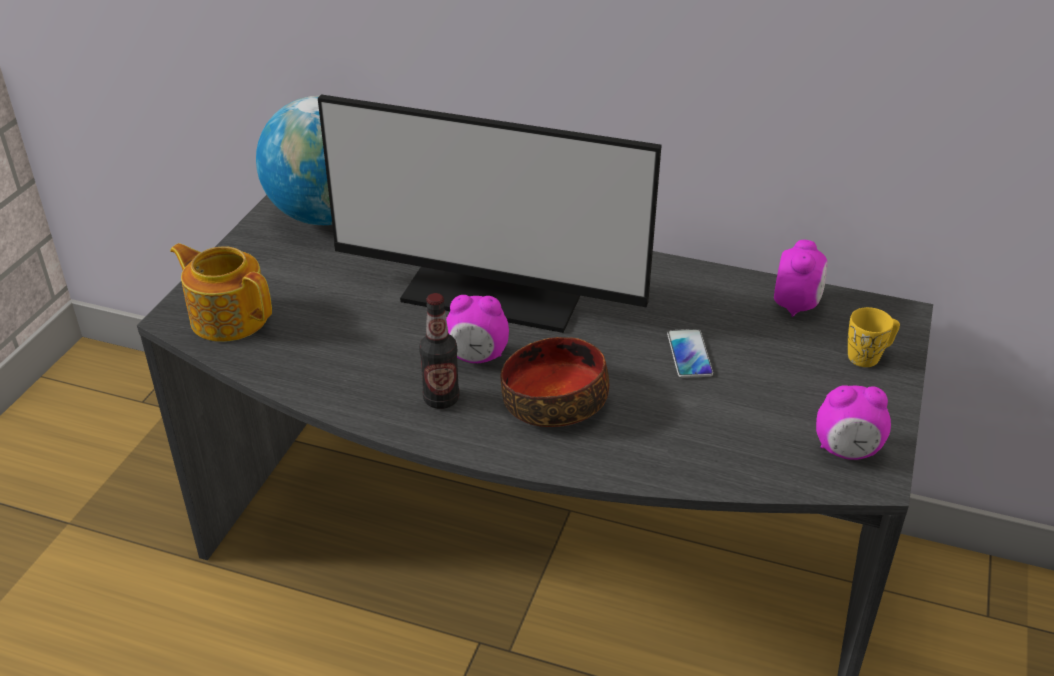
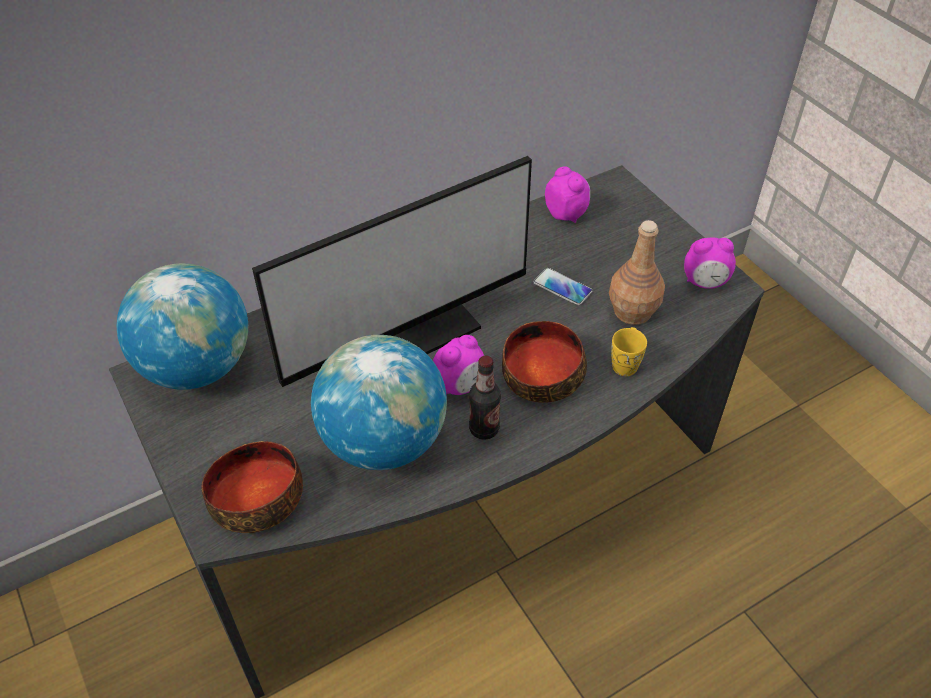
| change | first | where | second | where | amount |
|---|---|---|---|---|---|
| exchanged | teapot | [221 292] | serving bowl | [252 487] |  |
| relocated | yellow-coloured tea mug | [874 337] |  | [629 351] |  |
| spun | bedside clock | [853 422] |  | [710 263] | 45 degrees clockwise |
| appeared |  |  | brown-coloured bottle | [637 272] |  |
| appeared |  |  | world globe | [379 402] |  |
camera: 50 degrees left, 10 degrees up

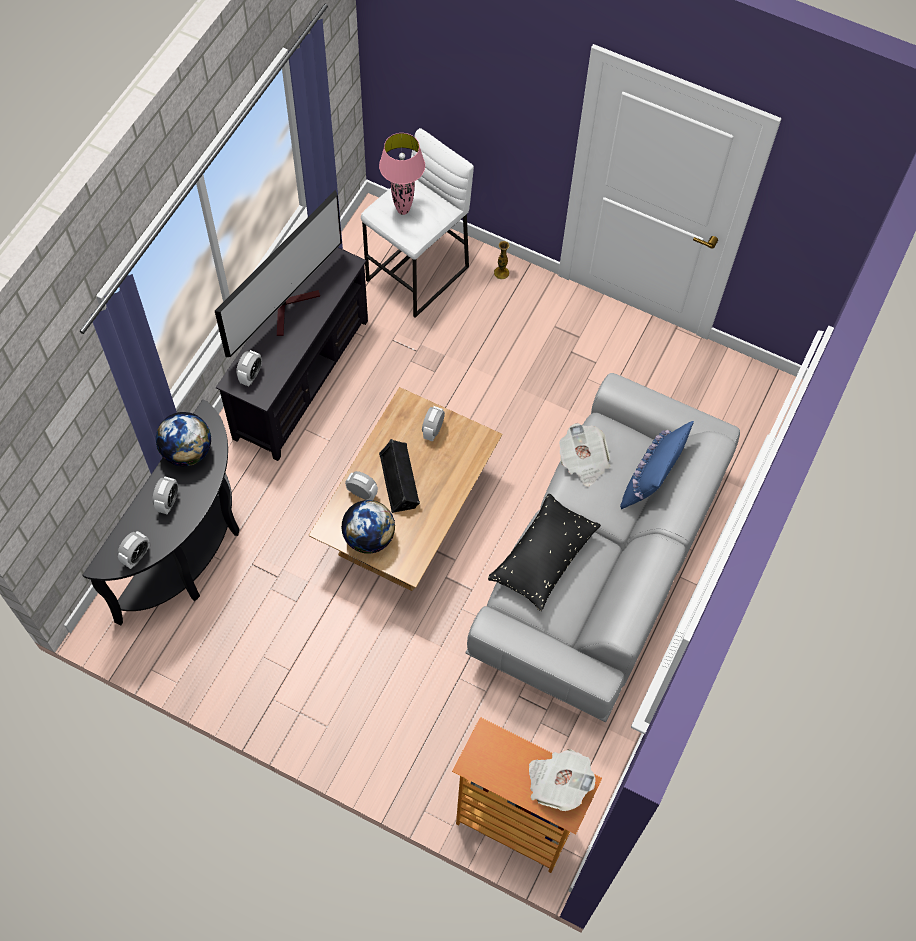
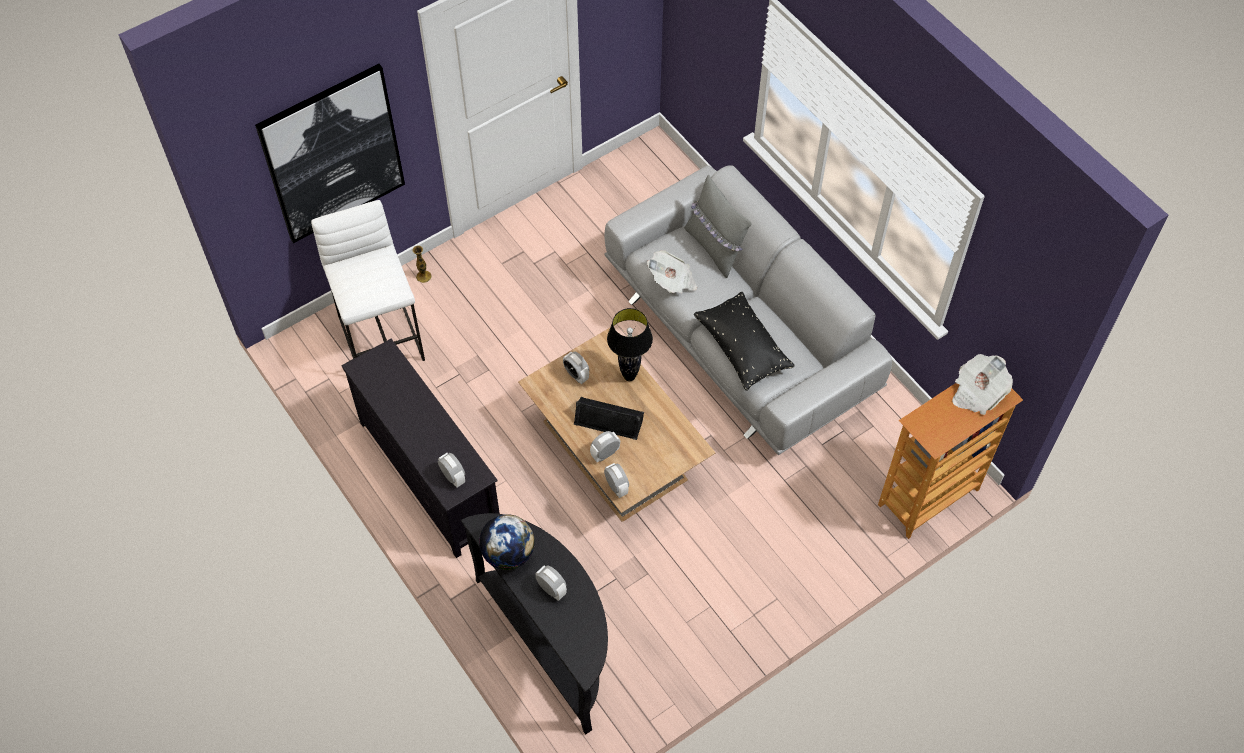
| change | first | where | second | where | amount |
|---|---|---|---|---|---|
| missing | pink lamp for a table | [402 174] |  |  |  |
| missing | television | [278 273] |  |  |  |
| colour | blue pillow | [657 465] | greyish pillow | [718 226] |  |
| missing | world globe | [368 527] |  |  |  |
| relocated | bedside clock | [133 550] |  | [616 480] |  |
| appeared |  |  | picture | [330 153] |  |
| appeared |  |  | black-coloured lamp for a table | [630 344] |  |
camera: 60 degrees left, 5 degrees down

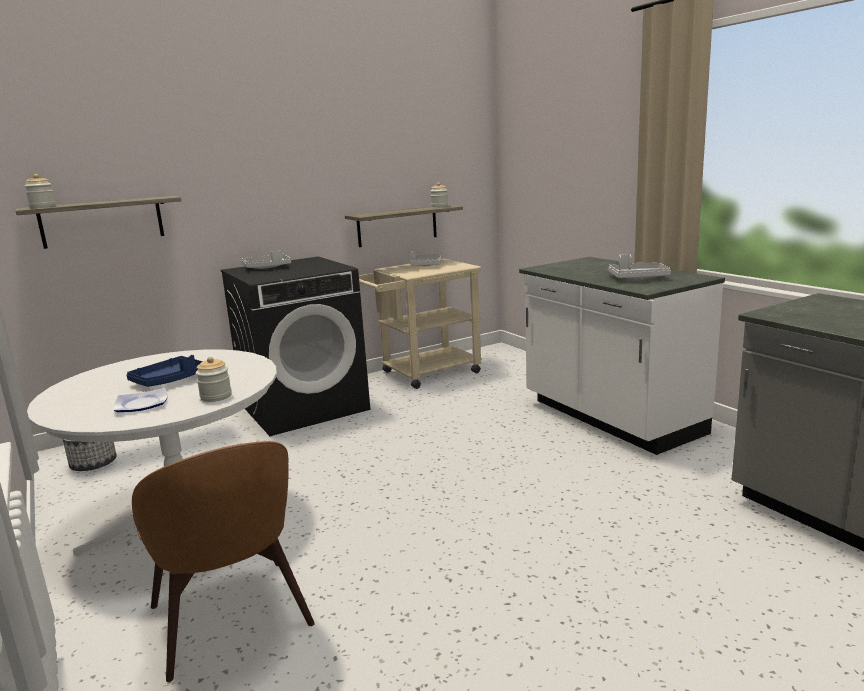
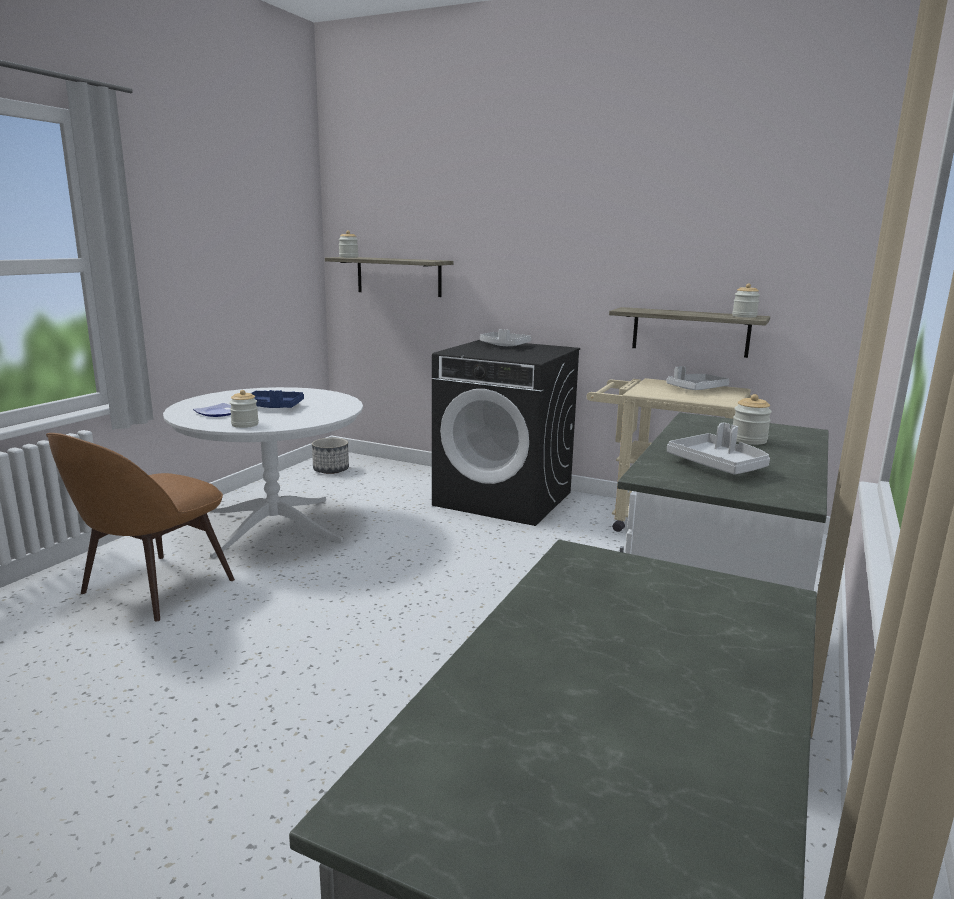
| change | first | where | second | where | amount |
|---|---|---|---|---|---|
| appeared |  |  | storage jar | [752 419] |  |
camera: 55 degrees right, 0 degrees up

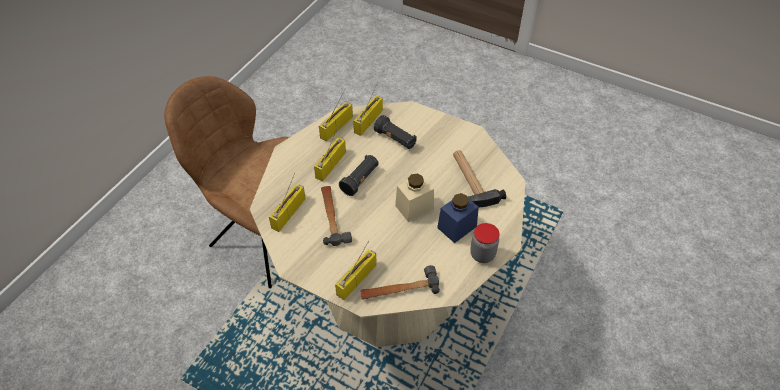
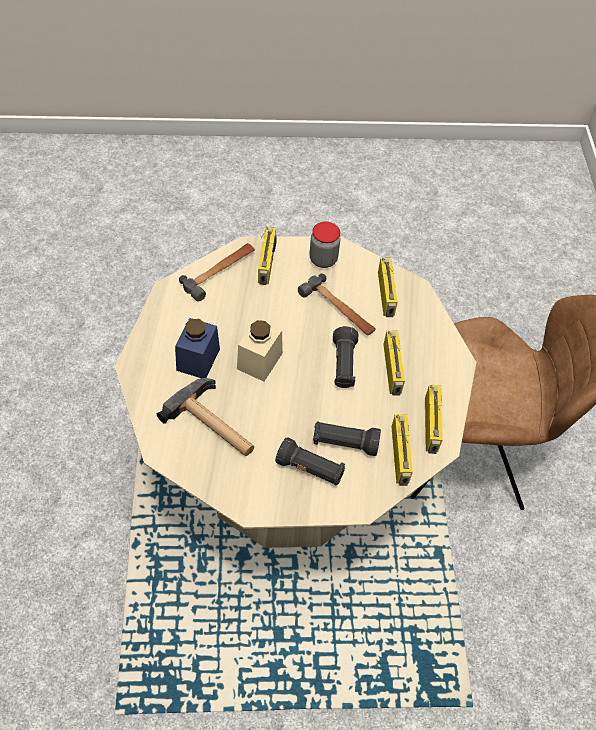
| change | first | where | second | where | amount |
|---|---|---|---|---|---|
| relocated | storage jar | [485 243] |  | [325 245] |  |
| appeared |  |  | black-coloured flashlight | [310 461] |  |
camera: 145 degrees right, 5 degrees up

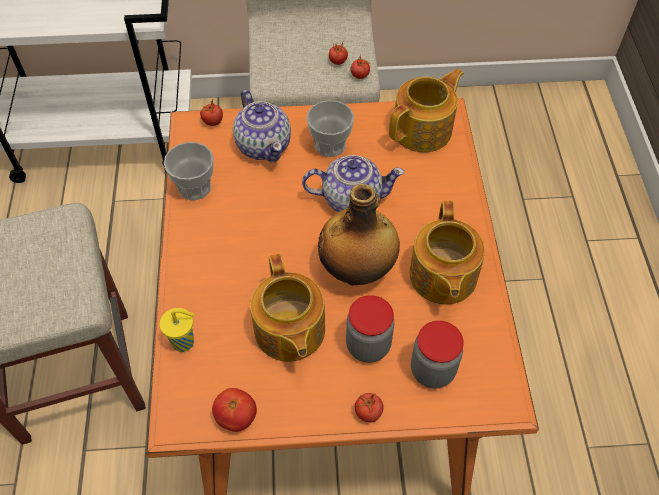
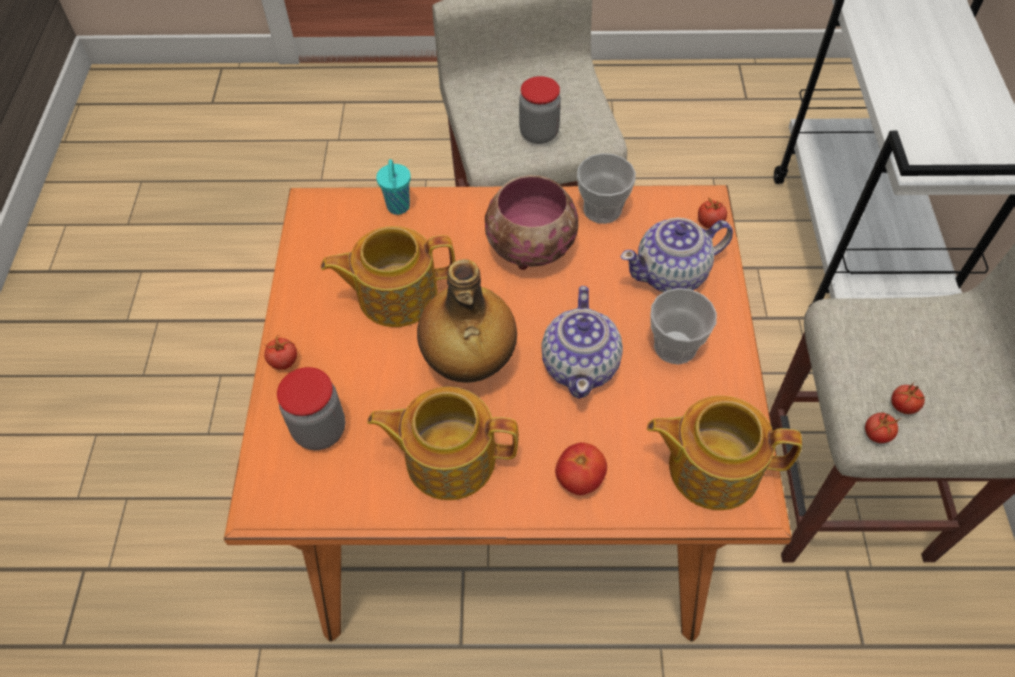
| change | first | where | second | where | amount |
|---|---|---|---|---|---|
| spun | teapot | [426 110] |  | [724 453] | 135 degrees clockwise |
| relocated | storage jar | [370 329] |  | [540 110] |  |
| colour | yellow-coloured drinking cup | [177 330] | turquoise-coloured drinking cup | [393 187] |  |
| relocated | tomato | [234 410] |  | [581 468] |  |
| appeared |  |  | serving bowl | [531 222] |  |
camera: 95 degrees right, 0 degrees up

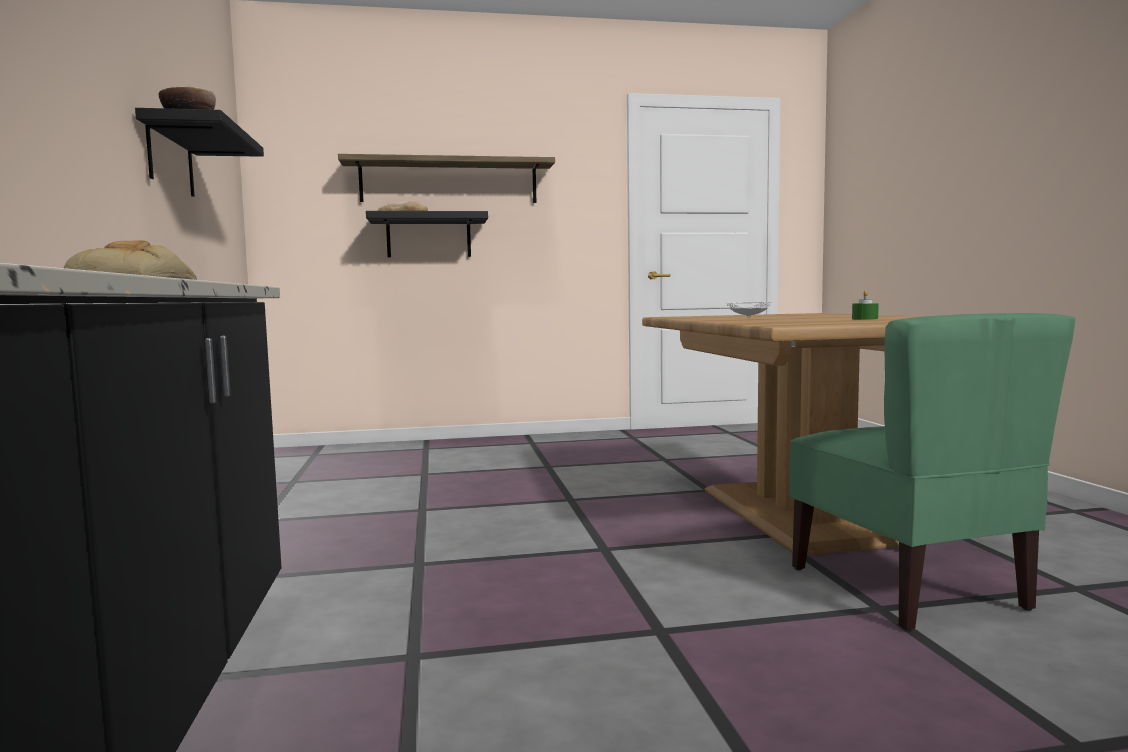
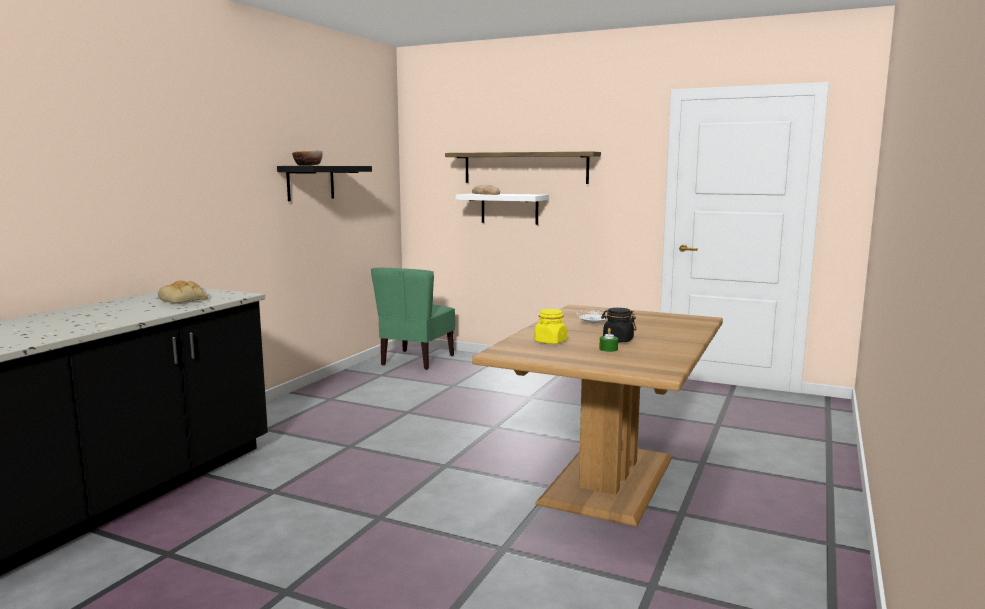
| change | first | where | second | where | amount |
|---|---|---|---|---|---|
| colour | black-coloured wall shelf | [427 234] | whitish wall shelf | [502 209] |  |
| relocated | greenish plain chair | [932 472] |  | [413 319] |  |
| appeared |  |  | black-coloured storage jar | [618 325] |  |
| appeared |  |  | yellow-coloured storage jar | [550 326] |  |
camera: 35 degrees right, 5 degrees up

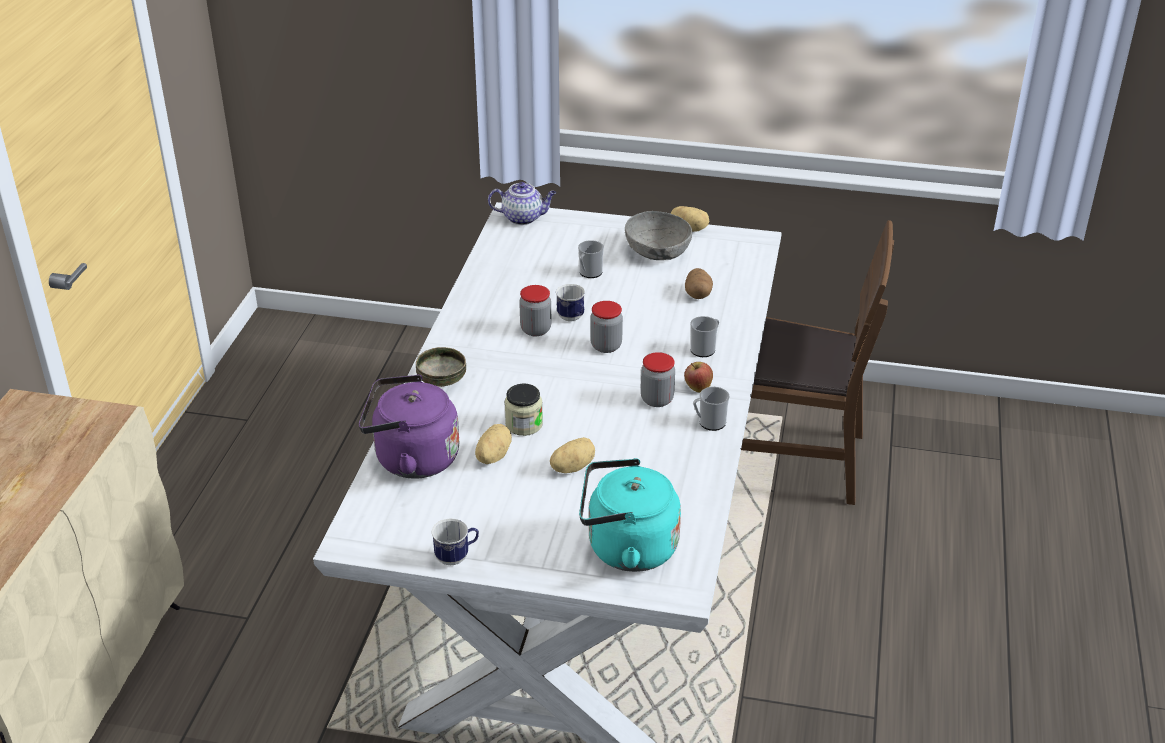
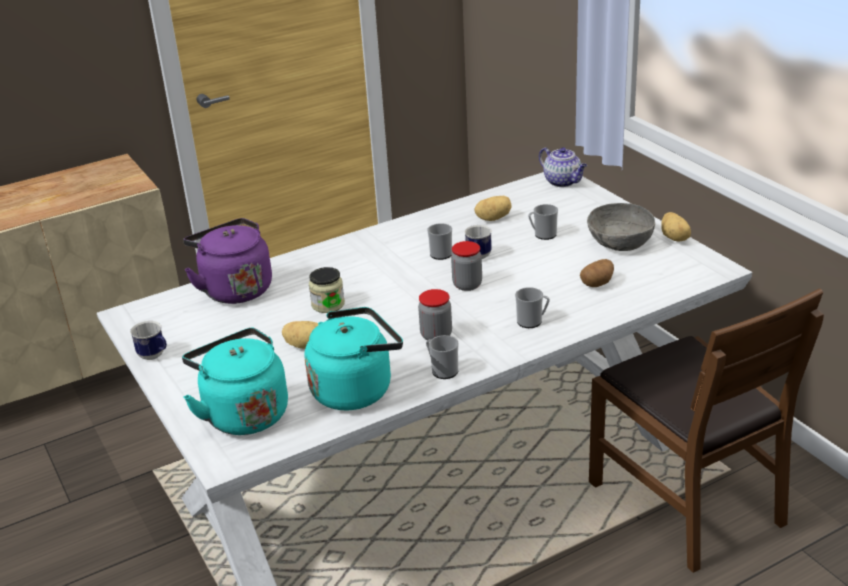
| change | first | where | second | where | amount |
|---|---|---|---|---|---|
| exchanged | storage jar | [535 310] | tea mug | [439 241] |  |
| missing | serving bowl | [441 367] |  |  |  |
| missing | apple fruit | [698 377] |  |  |  |
| relocated | spud | [493 444] |  | [493 208] |  |
| appeared |  |  | turquoise-coloured water kettle | [353 358] |  |
camera: 50 degrees right, 5 degrees down

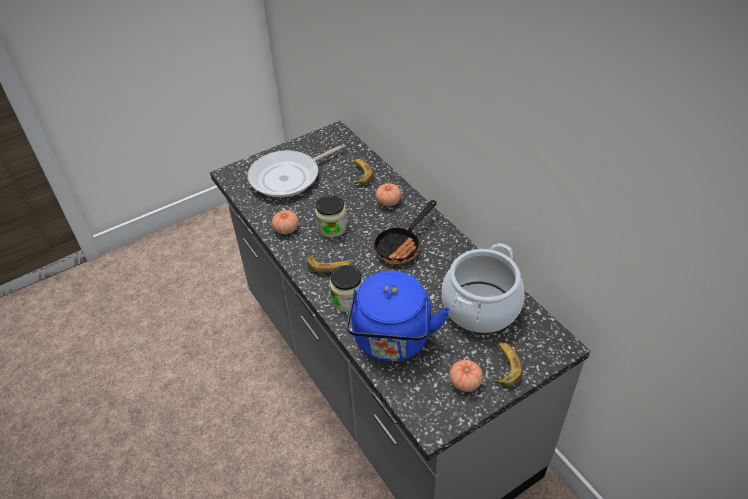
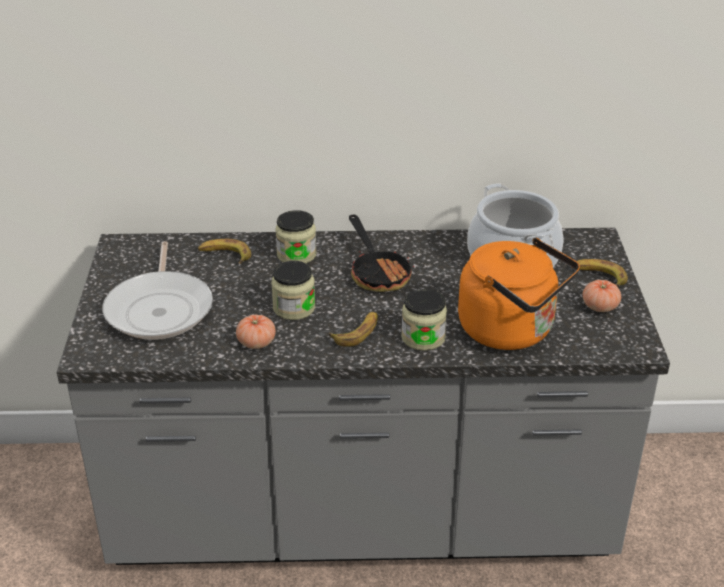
| change | first | where | second | where | amount |
|---|---|---|---|---|---|
| exchanged | tomato | [388 194] | storage jar | [296 236] |  |
| colour | blue water kettle | [398 316] | orangey water kettle | [519 294] |  |
camera: 60 degrees left, 10 degrees down

